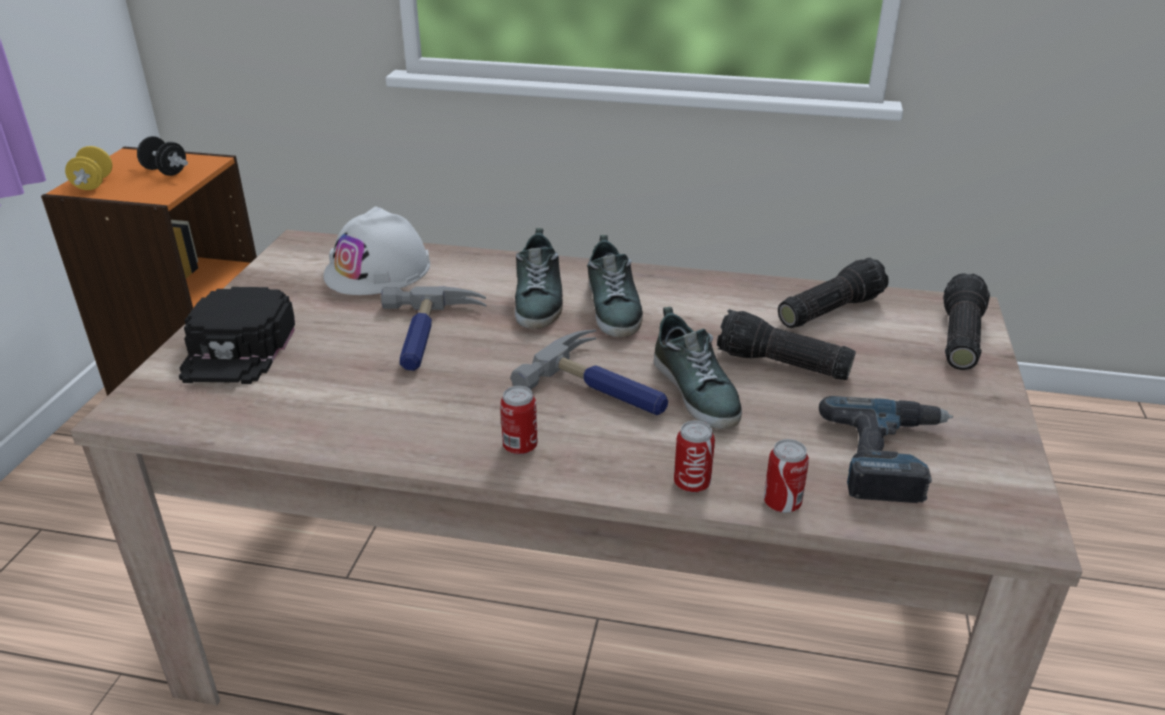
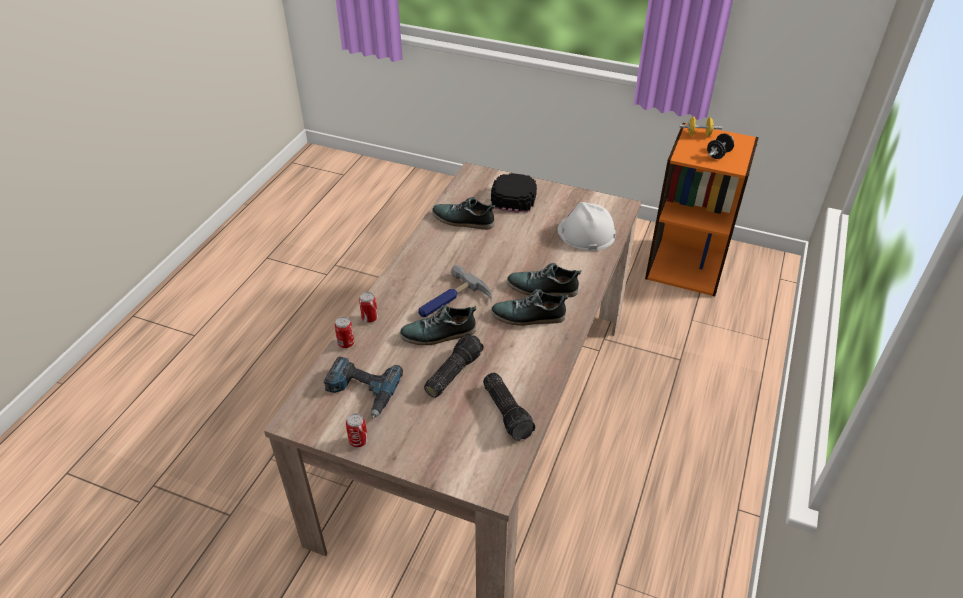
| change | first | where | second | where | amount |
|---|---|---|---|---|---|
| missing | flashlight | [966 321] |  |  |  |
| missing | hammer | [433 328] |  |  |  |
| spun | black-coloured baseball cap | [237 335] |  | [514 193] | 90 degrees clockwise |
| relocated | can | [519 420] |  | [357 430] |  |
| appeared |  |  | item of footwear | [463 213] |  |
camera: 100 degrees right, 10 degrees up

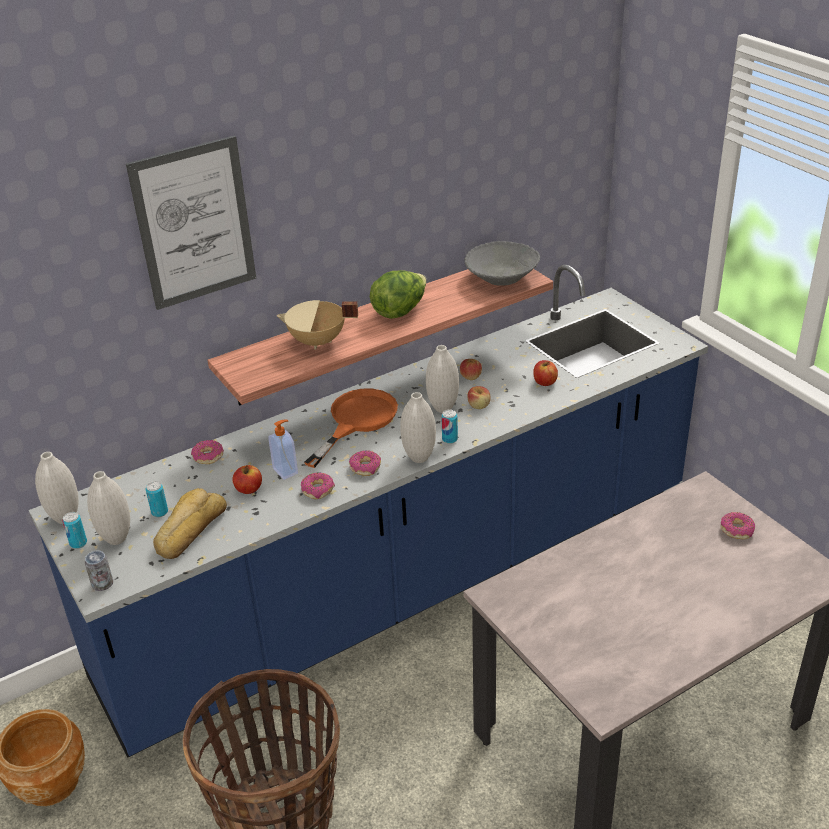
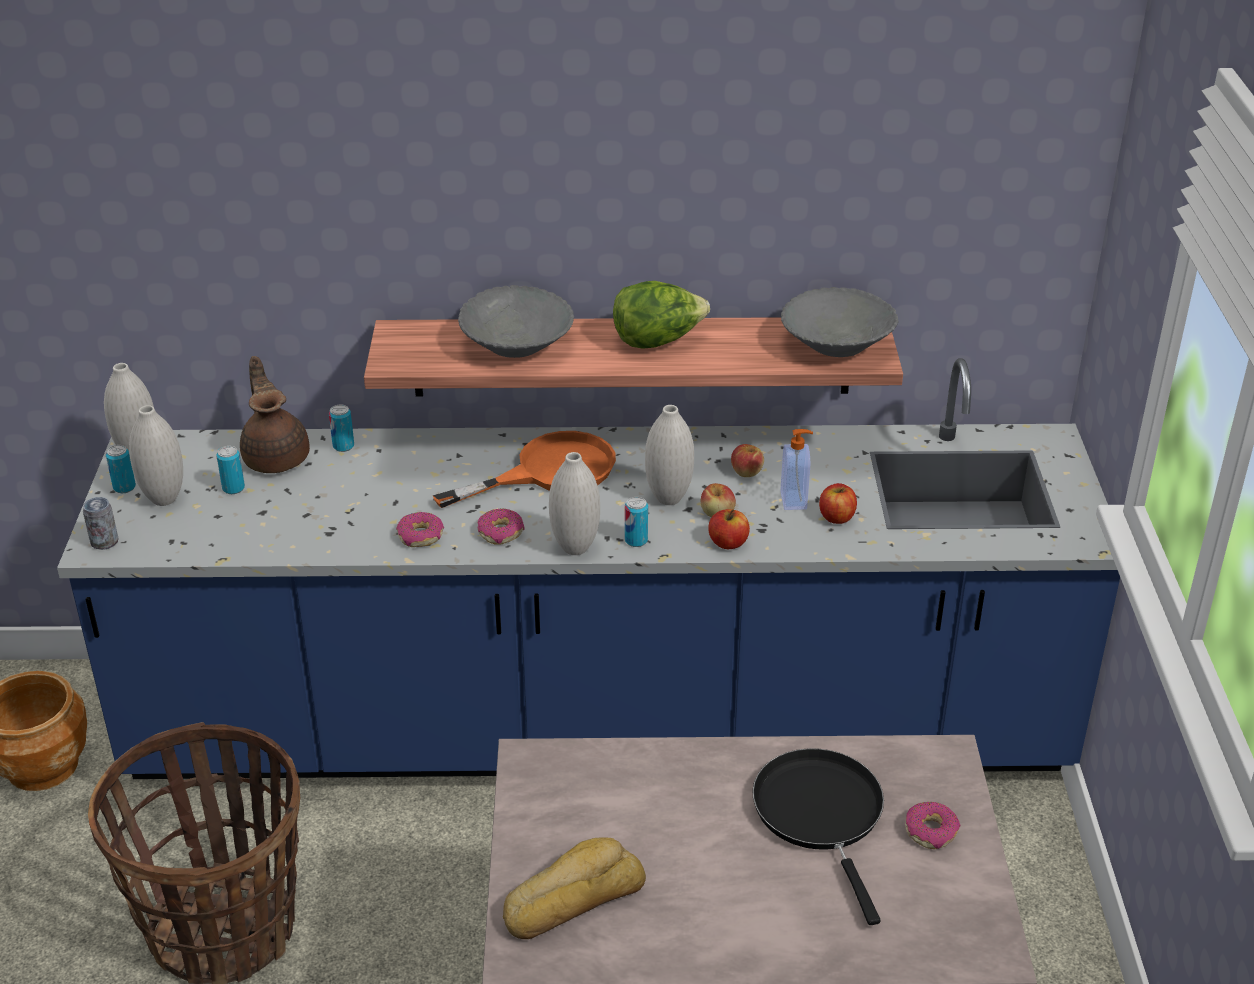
| change | first | where | second | where | amount |
|---|---|---|---|---|---|
| missing | picture | [191 222] |  |  |  |
| exchanged | beige-coloured saucepot | [317 324] | greyish serving bowl | [516 321] |  |
| relocated | liquid soap bottle | [283 450] |  | [796 469] |  |
| exchanged | donut | [207 452] | can | [341 428] |  |
| relocated | apple fruit | [247 479] |  | [729 529] |  |
| relocated | bread | [190 523] |  | [574 888] |  |
| appeared |  |  | brown-coloured teapot | [275 414] |  |
| appeared |  |  | black-coloured frying pan | [818 836] |  |
camera: 30 degrees right, 0 degrees up

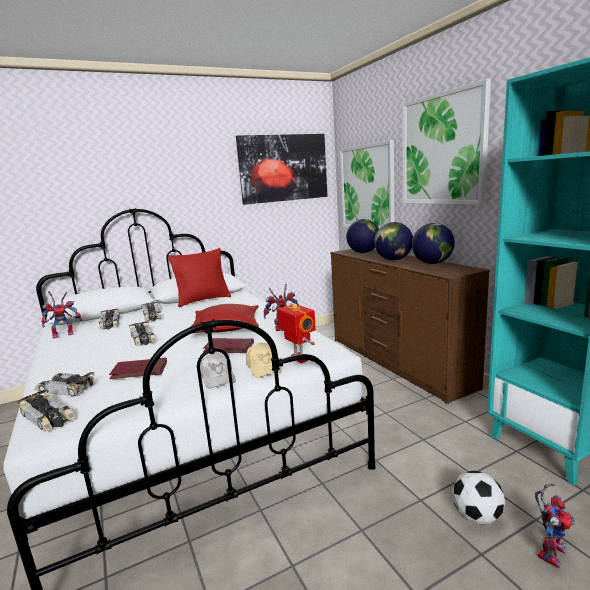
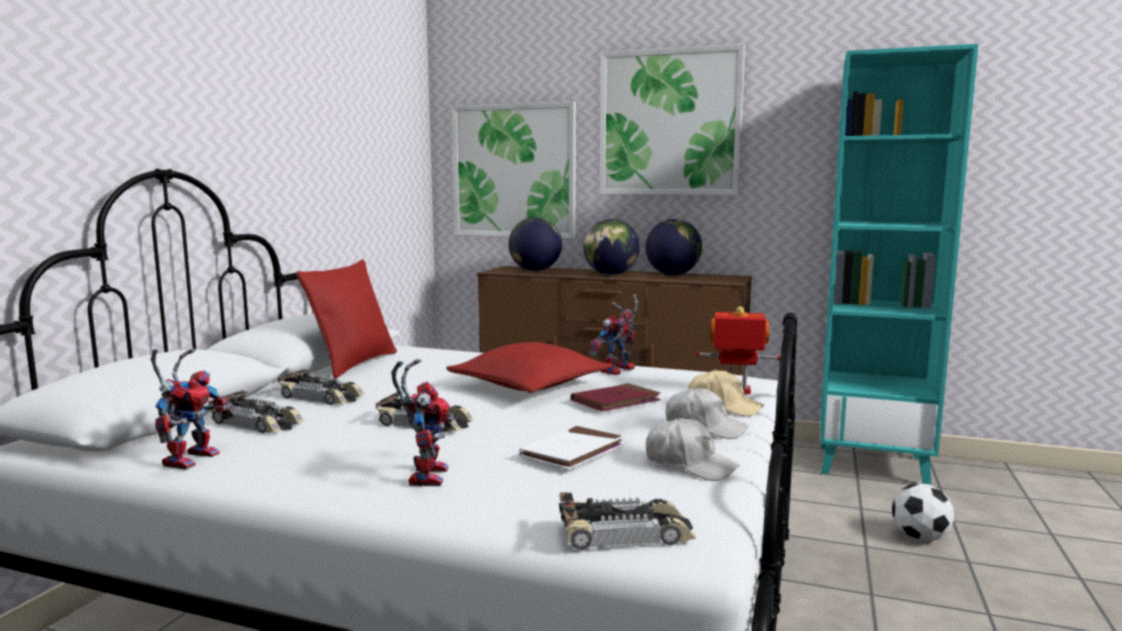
| change | first | where | second | where | amount |
|---|---|---|---|---|---|
| missing | picture | [281 169] |  |  |  |
| colour | red-coloured volume | [138 368] | whitish volume | [571 448] |  |
| missing | miniature car | [64 384] |  |  |  |
| relocated | toy robot | [555 526] |  | [422 422] |  |
| appeared |  |  | whitish baseball cap | [693 449] |  |
camera: 45 degrees left, 5 degrees down

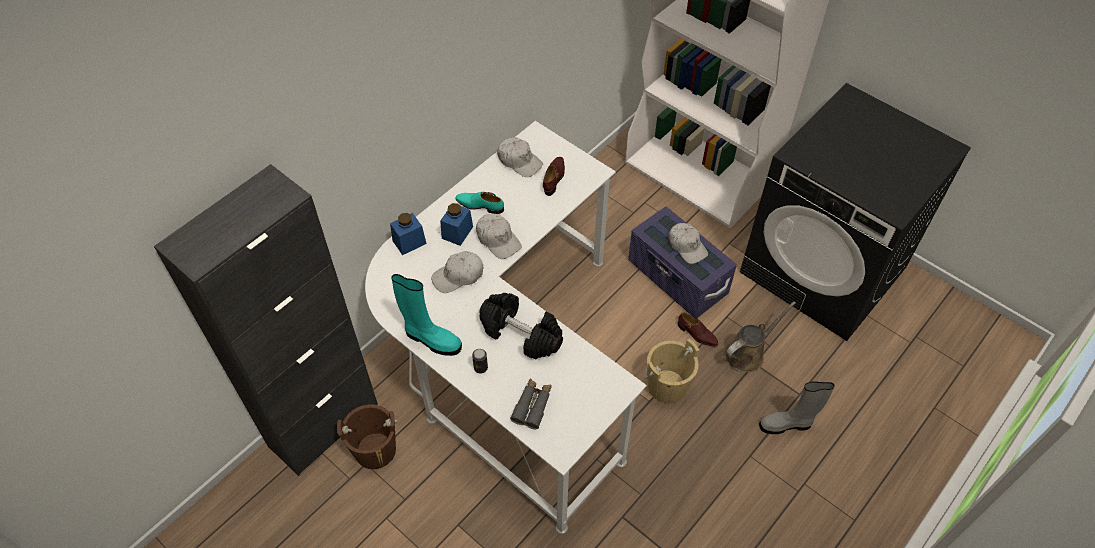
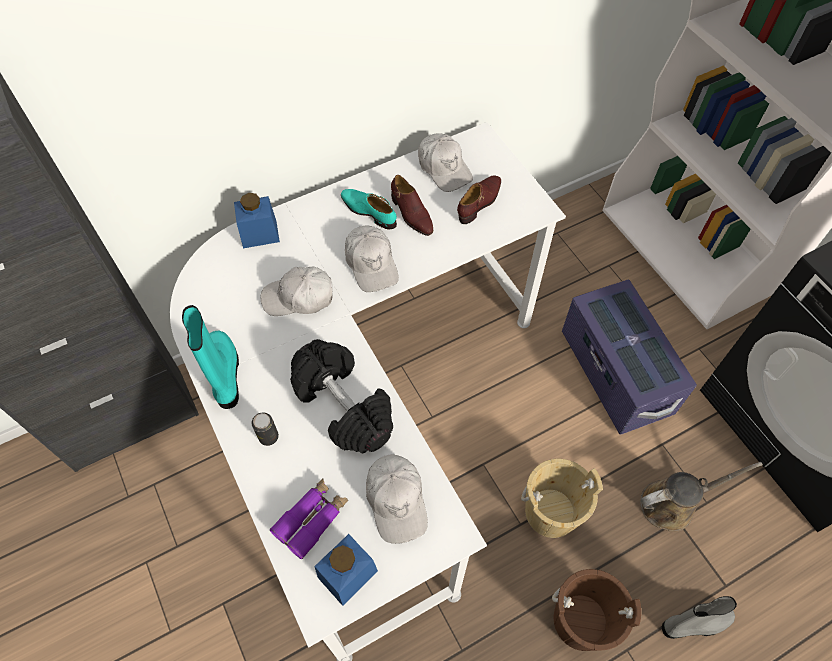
| change | first | where | second | where | amount |
|---|---|---|---|---|---|
| relocated | blue storage jar | [456 224] |  | [346 570] |  |
| relocated | whitish baseball cap | [688 243] |  | [397 499] |  |
| spun | turquoise-coloured tall boot | [426 315] |  | [210 357] | 150 degrees counterclockwise |
| relocated | brown-coloured item of footwear | [698 329] |  | [412 205] |  |
| colour | greyish field glasses | [531 404] | purple-coloured field glasses | [309 518] |  |
| spun | greyish tall boot | [796 407] |  | [699 617] | 150 degrees clockwise |
| relocated | brown-coloured water bucket | [367 436] |  | [596 610] |  |
camera: 20 degrees right, 5 degrees up

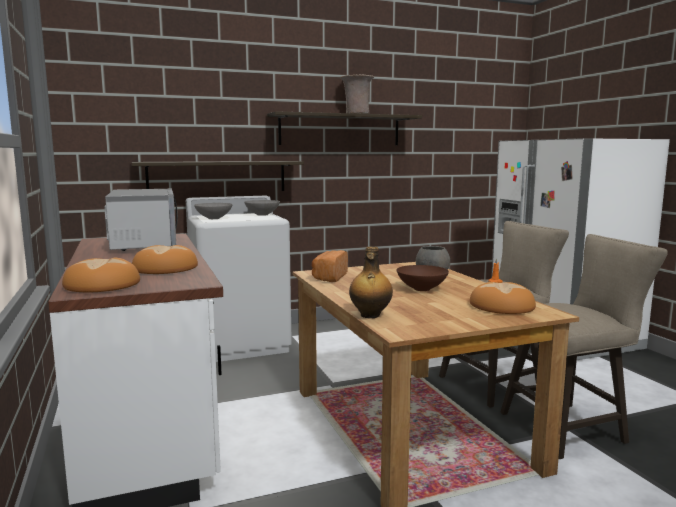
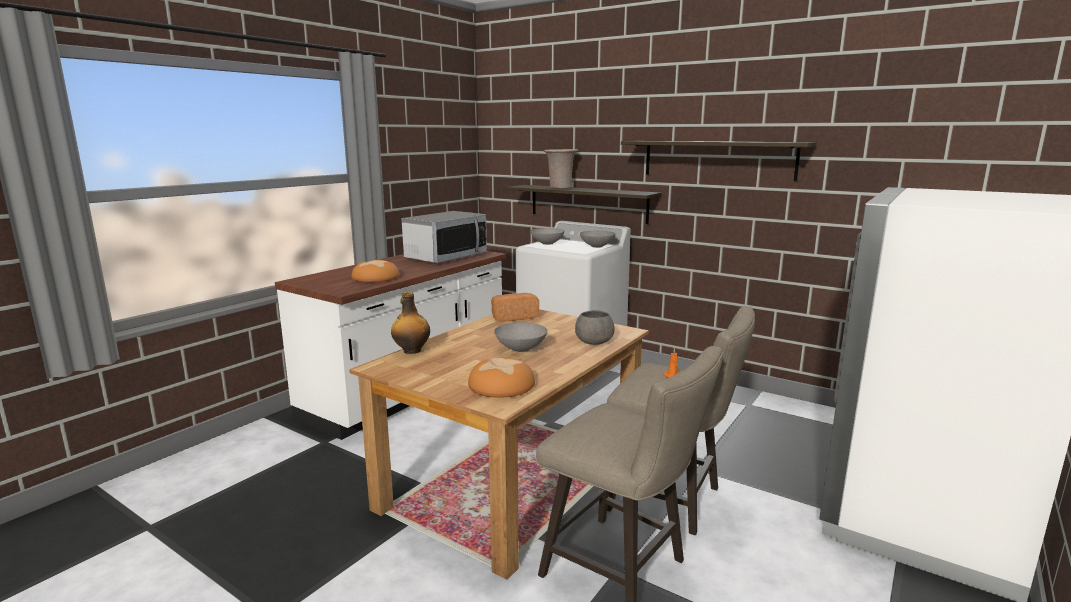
| change | first | where | second | where | amount |
|---|---|---|---|---|---|
| relocated | beige-coloured flower vase | [357 94] |  | [561 169] |  |
| missing | bread | [101 275] |  |  |  |
| colour | brown-coloured serving bowl | [423 278] | greyish serving bowl | [520 337] |  |
camera: 55 degrees right, 5 degrees up

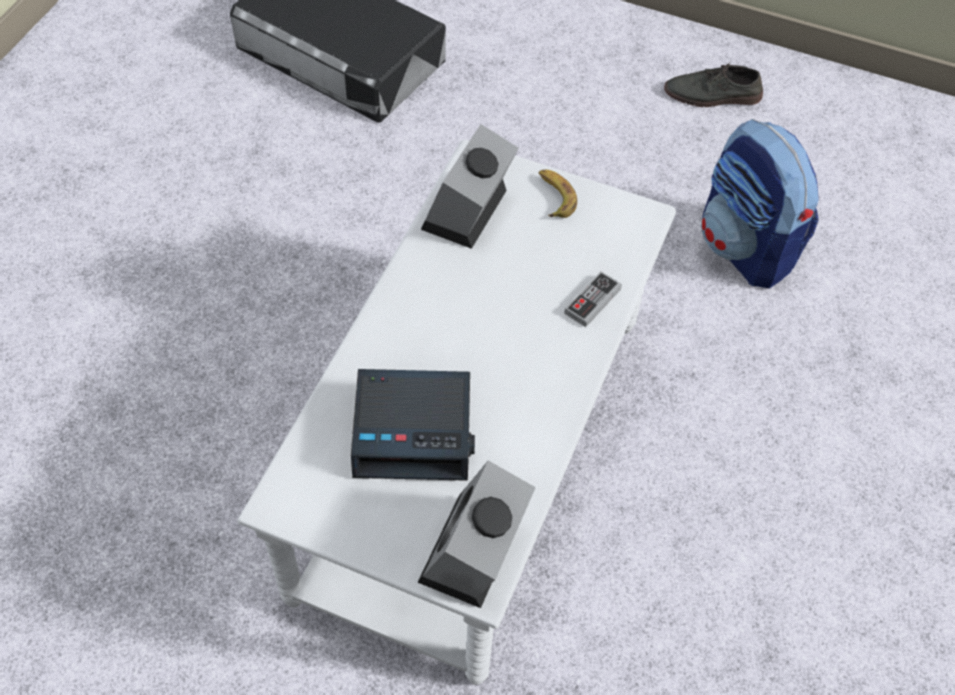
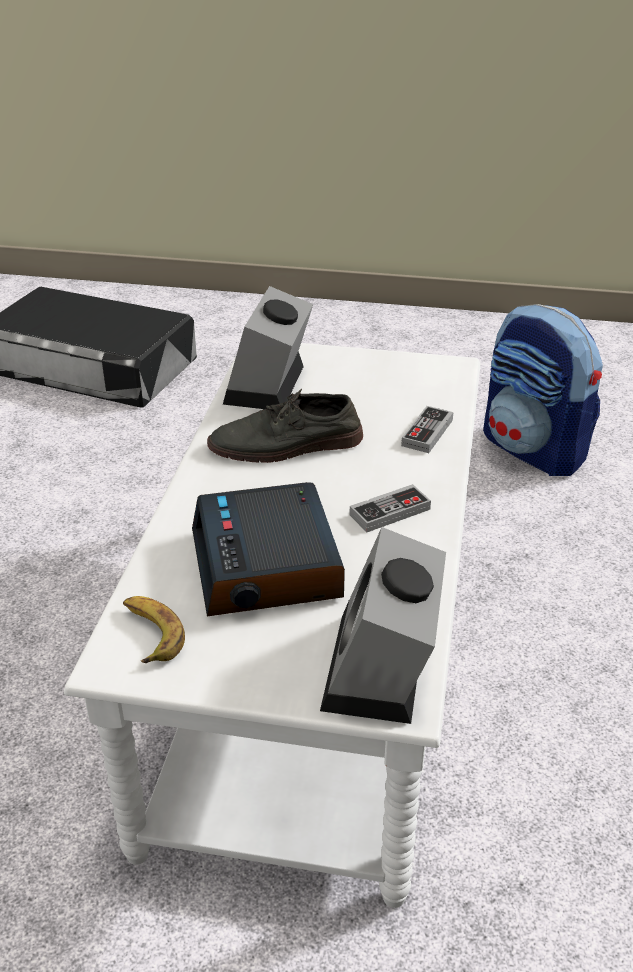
| change | first | where | second | where | amount |
|---|---|---|---|---|---|
| relocated | greyish item of footwear | [713 84] |  | [285 426] |  |
| relocated | banana | [558 194] |  | [154 629] |  |
| spun | bedside clock | [413 425] |  | [268 549] | 90 degrees clockwise |
| appeared |  |  | game controller | [390 508] |  |
camera: 10 degrees left, 20 degrees down

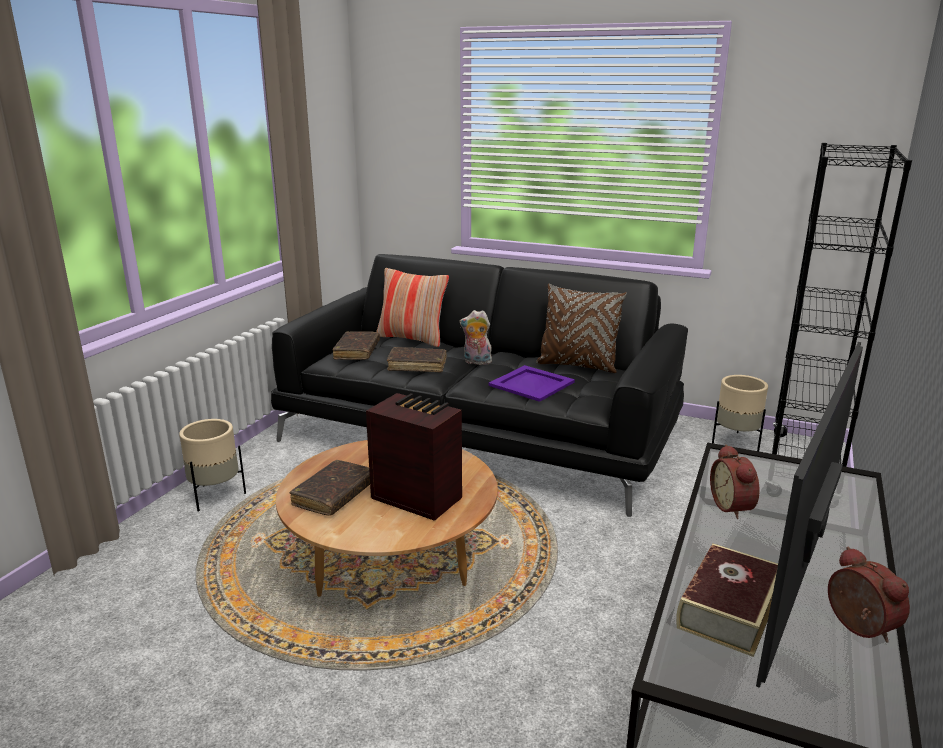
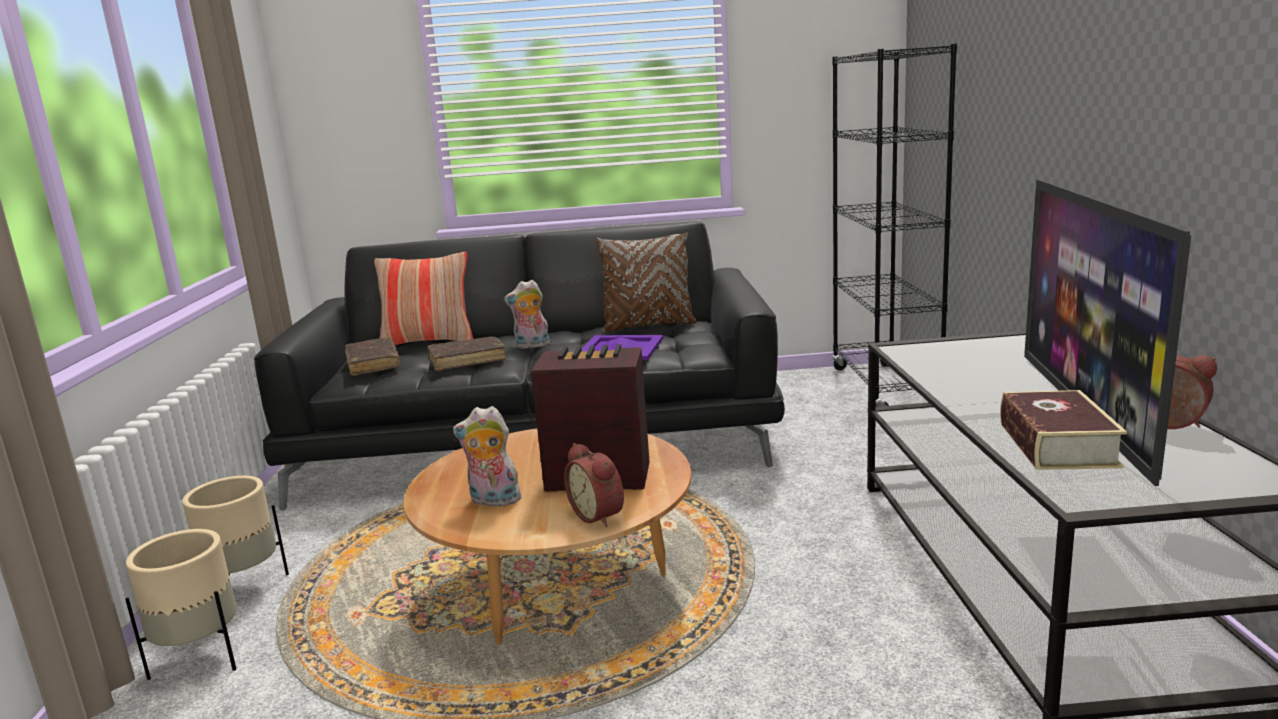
| change | first | where | second | where | amount |
|---|---|---|---|---|---|
| relocated | beige-coloured planter | [740 413] |  | [181 604] |  |
| relocated | bedside clock | [735 481] |  | [594 485] |  |
| exchanged | brown-coloured volume | [330 488] | soft toy | [488 456] |  |
camera: 25 degrees left, 5 degrees down

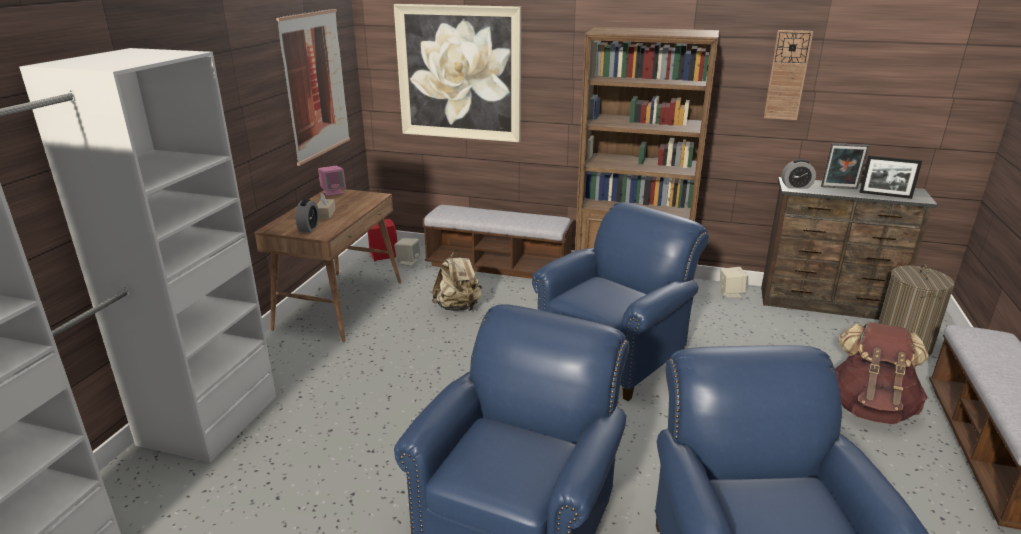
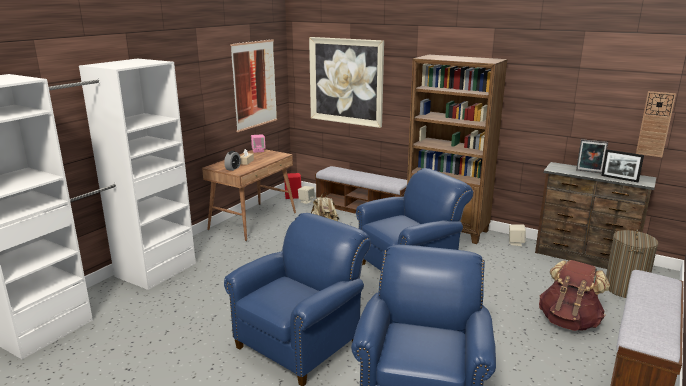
| change | first | where | second | where | amount |
|---|---|---|---|---|---|
| relocated | clock on the wall | [788 75] |  | [656 124] |  |
| missing | bedside clock | [799 174] |  |  |  |
camera: 15 degrees right, 5 degrees down

